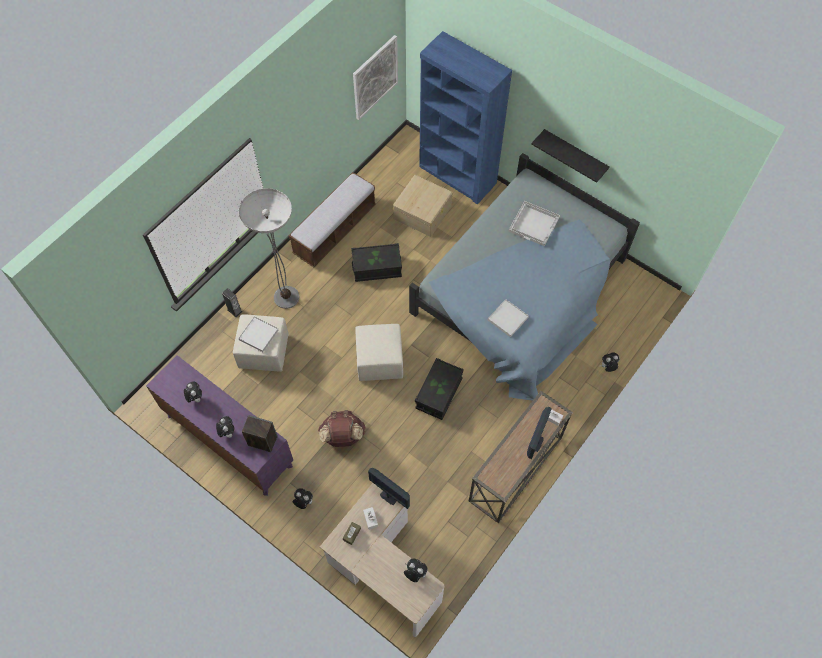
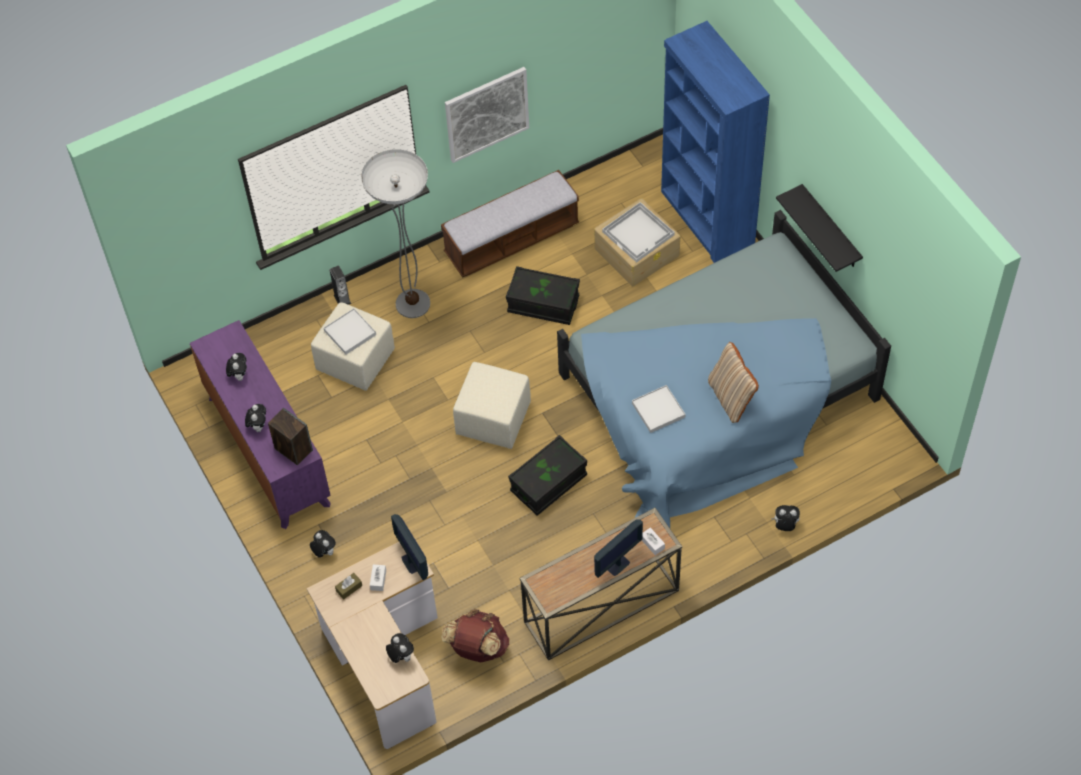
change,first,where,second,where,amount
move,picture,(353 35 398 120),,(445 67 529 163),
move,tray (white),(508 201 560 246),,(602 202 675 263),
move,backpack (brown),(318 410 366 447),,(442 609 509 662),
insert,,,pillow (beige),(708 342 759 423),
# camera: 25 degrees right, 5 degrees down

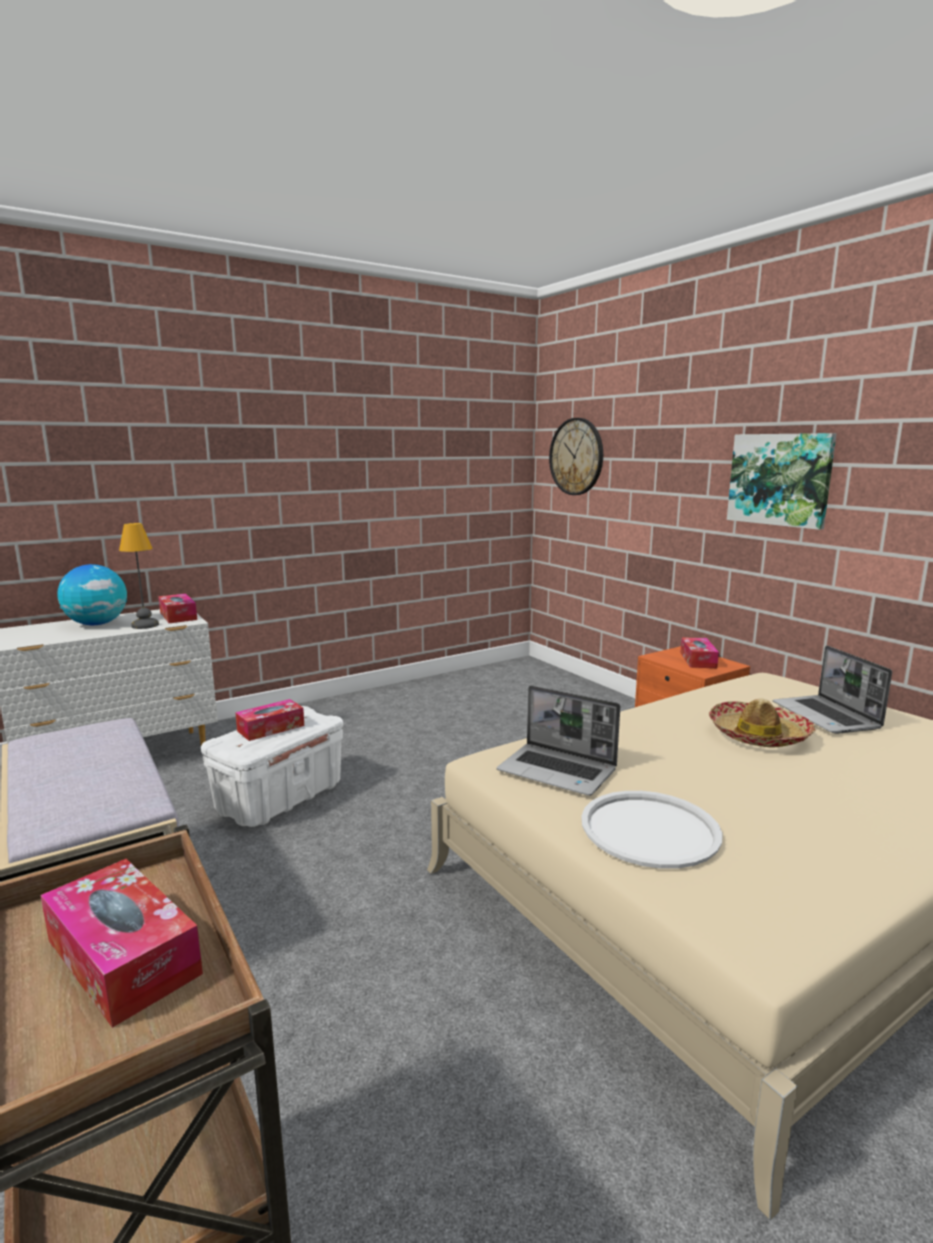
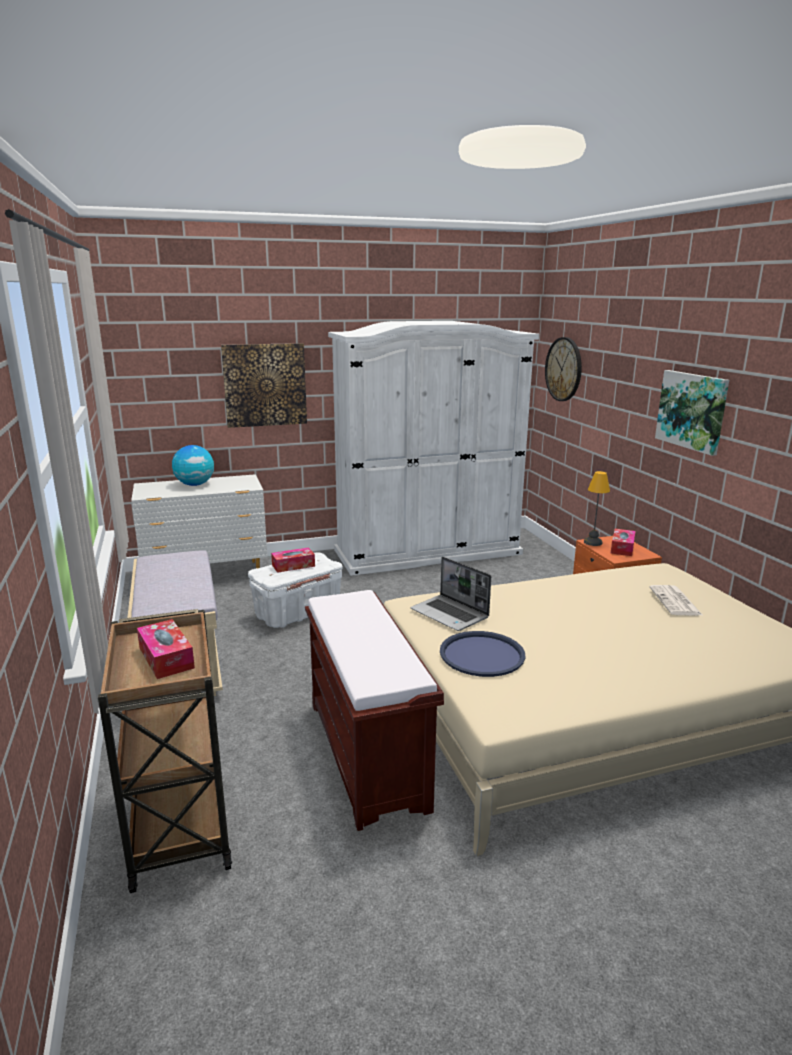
change,first,where,second,where,amount
move,table lamp,(119 523 159 629),,(584 471 610 546),
delete,tissue box,(158 594 197 623),,,
replace,laptop,(773 645 892 734),newspaper,(649 585 702 616),
delete,hat,(709 698 816 748),,,
recolor,tray (white),(581 791 722 869),tray (blue),(440 631 525 677),
insert,,,wardrobe (white),(328 321 539 576),
insert,,,picture,(221 343 307 428),
insert,,,bench (brown),(305 590 444 831),
# camera: 15 degrees right, 5 degrees up

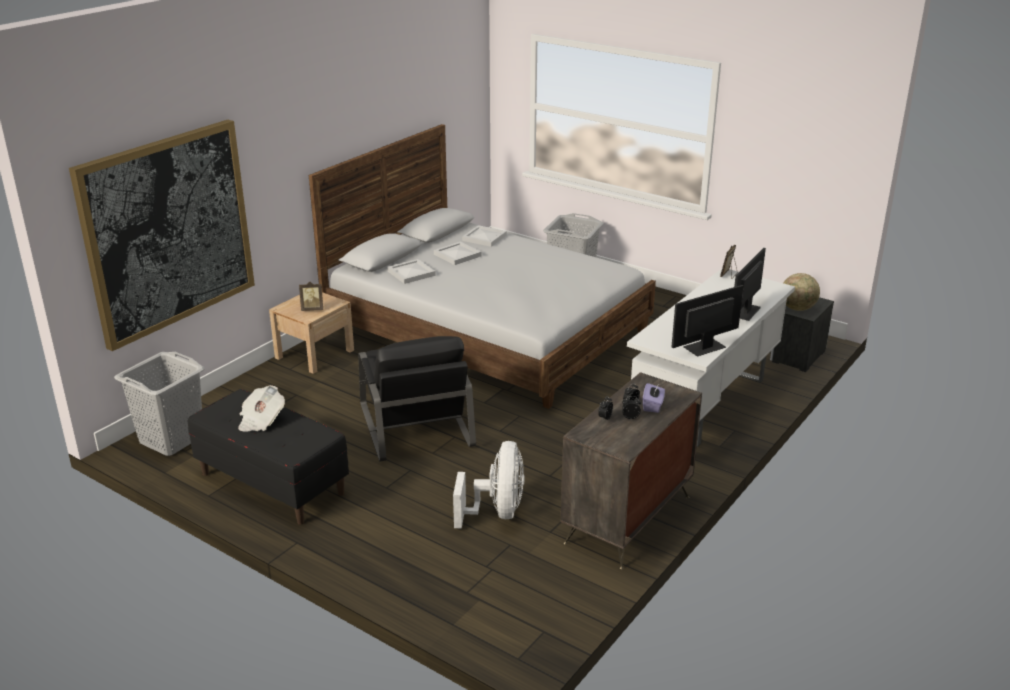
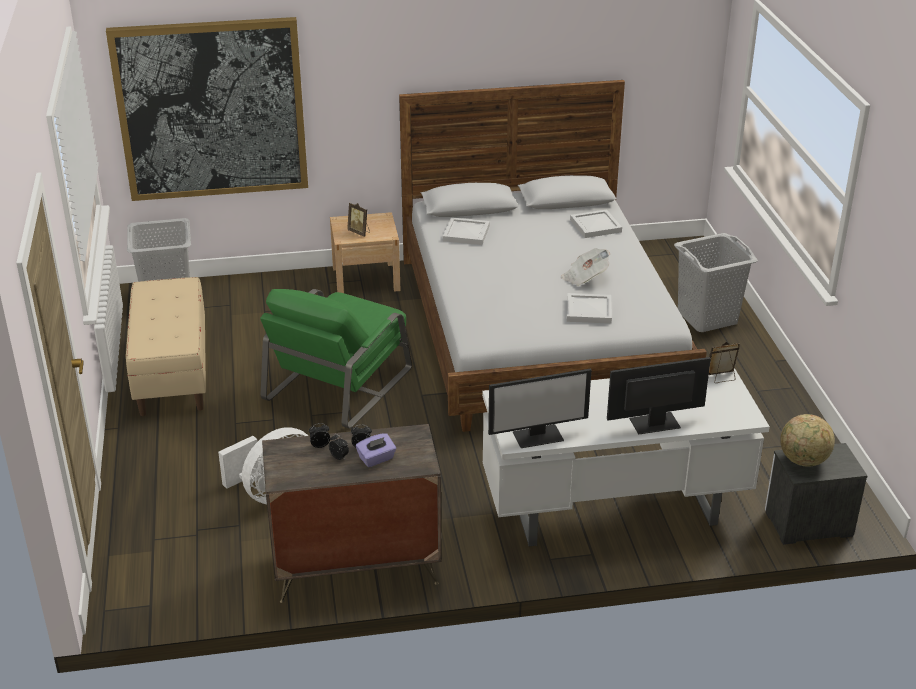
change,first,where,second,where,amount
move,tray (white),(434 242 482 265),,(567 293 612 324),
rotate,monitor,(671 285 744 357),,(488 369 591 448),150 degrees clockwise
recolor,armchair (black),(358 336 476 462),armchair (green),(260 289 412 429),
move,newspaper,(238 385 285 432),,(561 248 611 286),
recolor,bench (black),(188 389 349 525),bench (beige),(126 277 206 416),
# camera: 45 degrees right, 5 degrees up

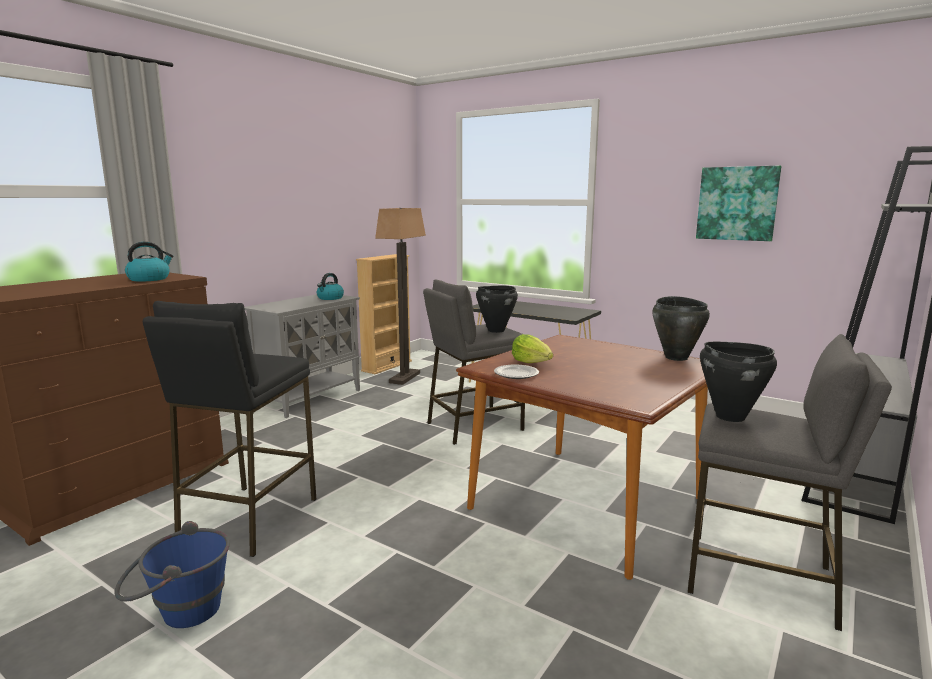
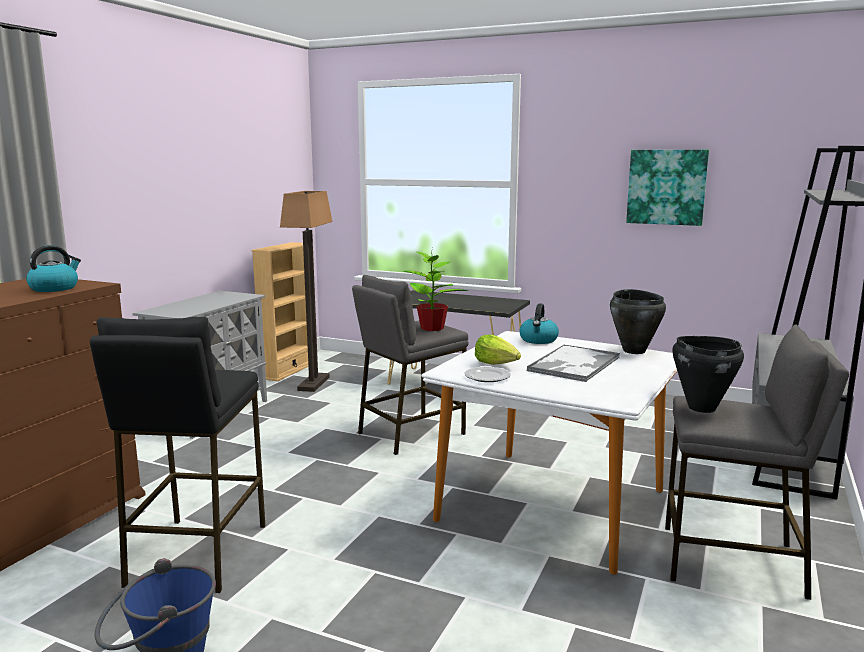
change,first,where,second,where,amount
move,kettle,(317 273 344 300),,(520 304 559 344),
replace,cooking pot (black),(476 286 518 333),potted plant,(403 248 468 331),
recolor,dining table (brown),(456 335 708 580),dining table (white),(421 331 677 575),
insert,,,tray,(526 345 620 382),
# camera: 10 degrees left, 0 degrees up

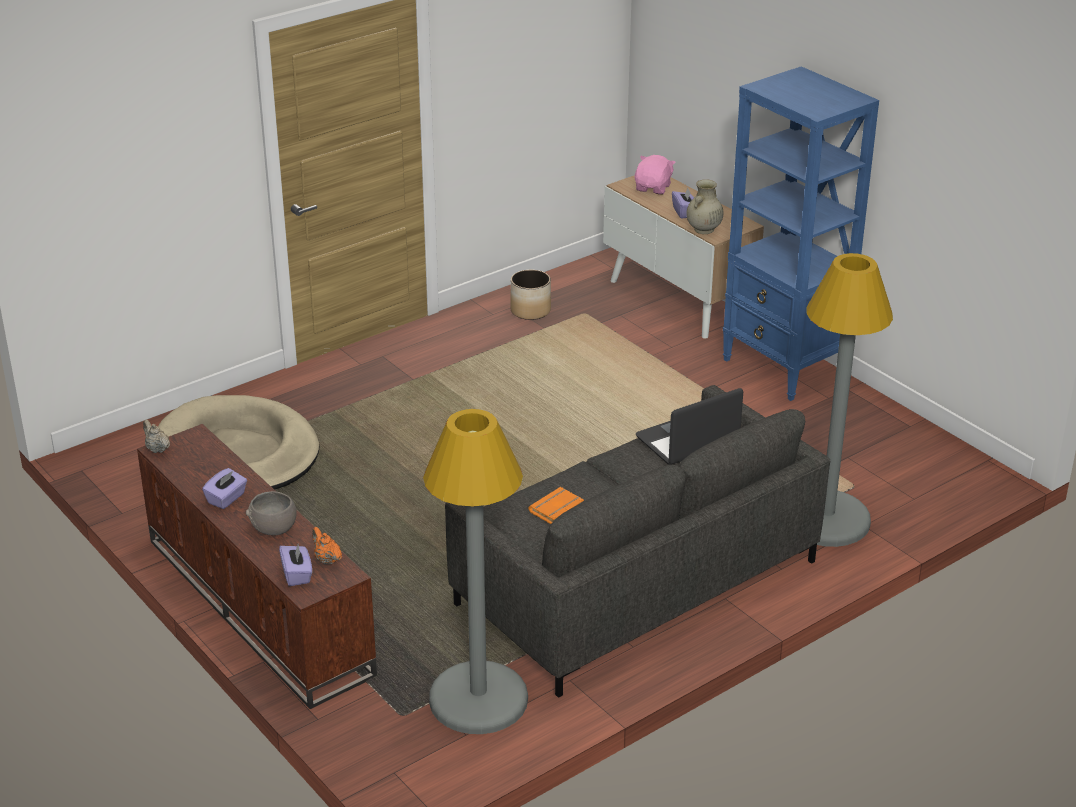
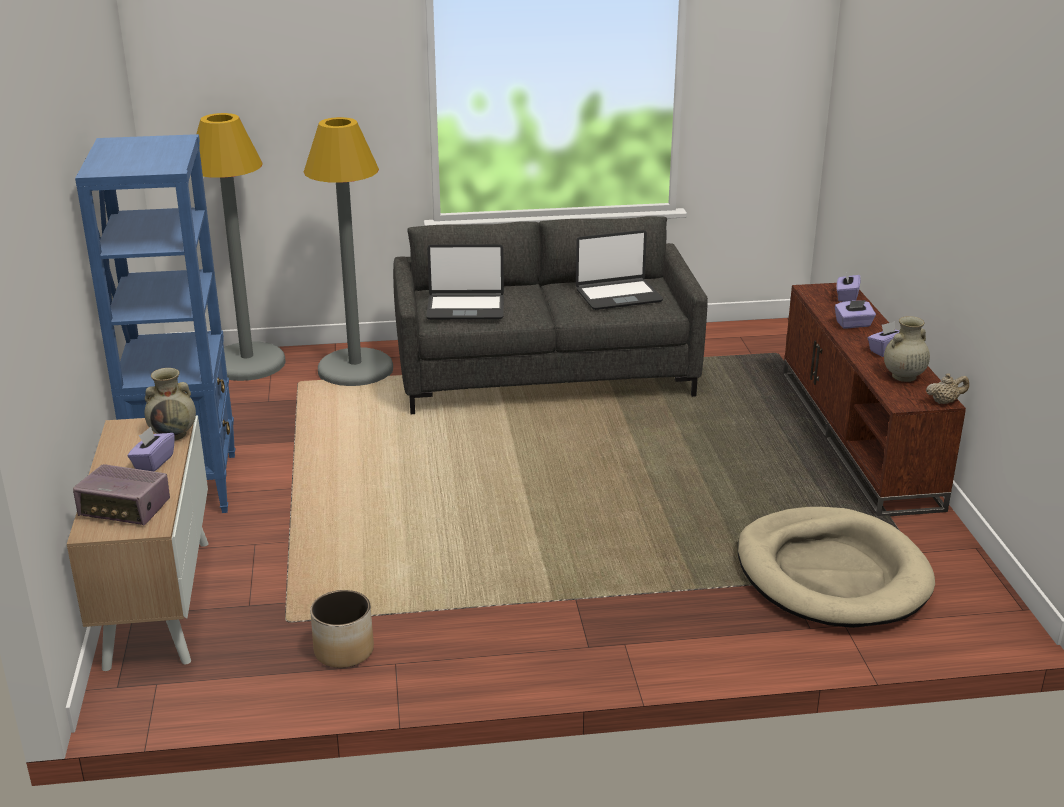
change,first,where,second,where,amount
replace,plush toy (pink),(635 155 676 195),radio,(73 464 170 526),
move,floor lamp (grey),(423 409 528 734),,(196 113 286 381),
rotate,teapot (beige),(143 420 170 453),,(926 373 969 404),90 degrees counterclockwise
replace,book (orange),(528 487 584 524),laptop,(576 230 663 310),
replace,bowl (grey),(246 491 297 535),tissue box (purple),(835 300 876 328),
delete,teapot (orange),(312 527 342 564),,,
insert,,,vase (beige),(884 316 930 382),
# camera: 150 degrees left, 5 degrees down

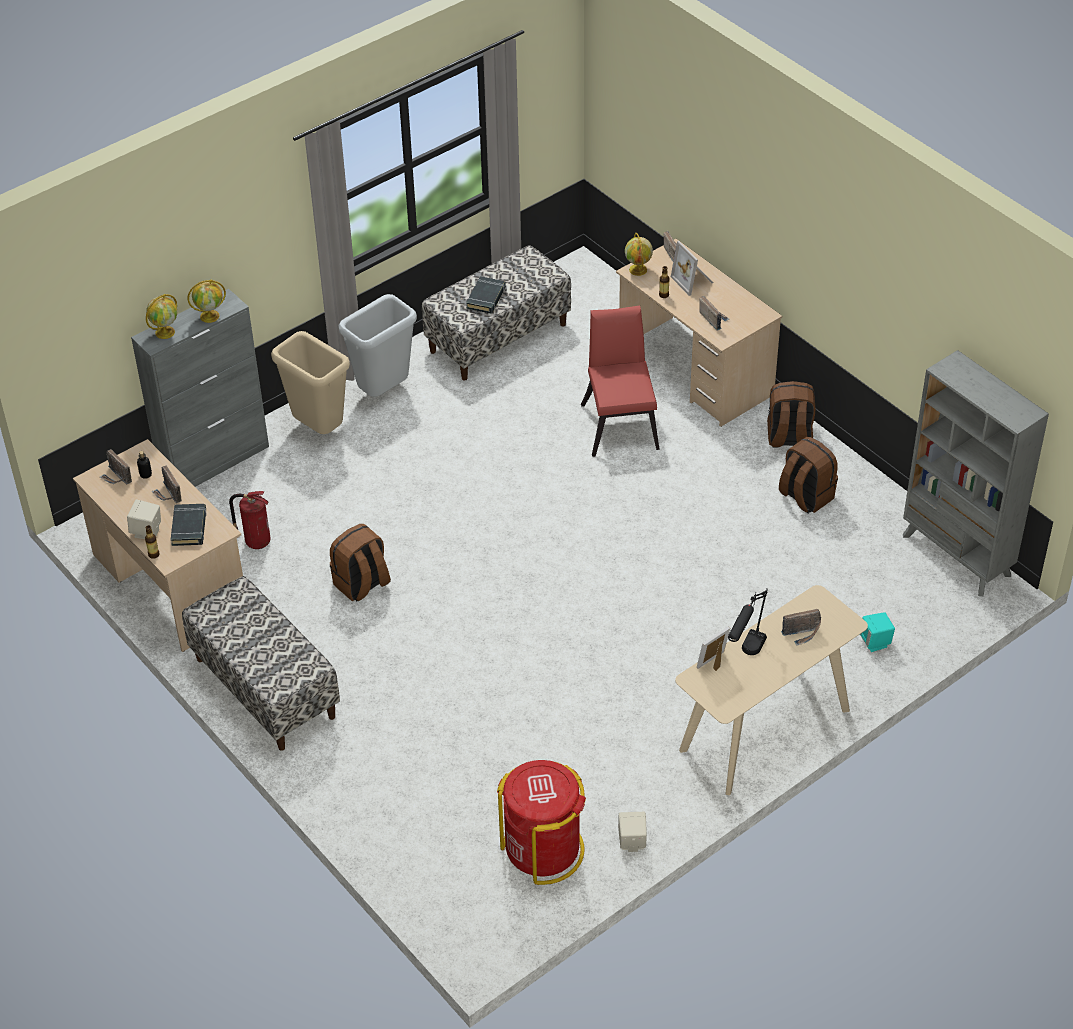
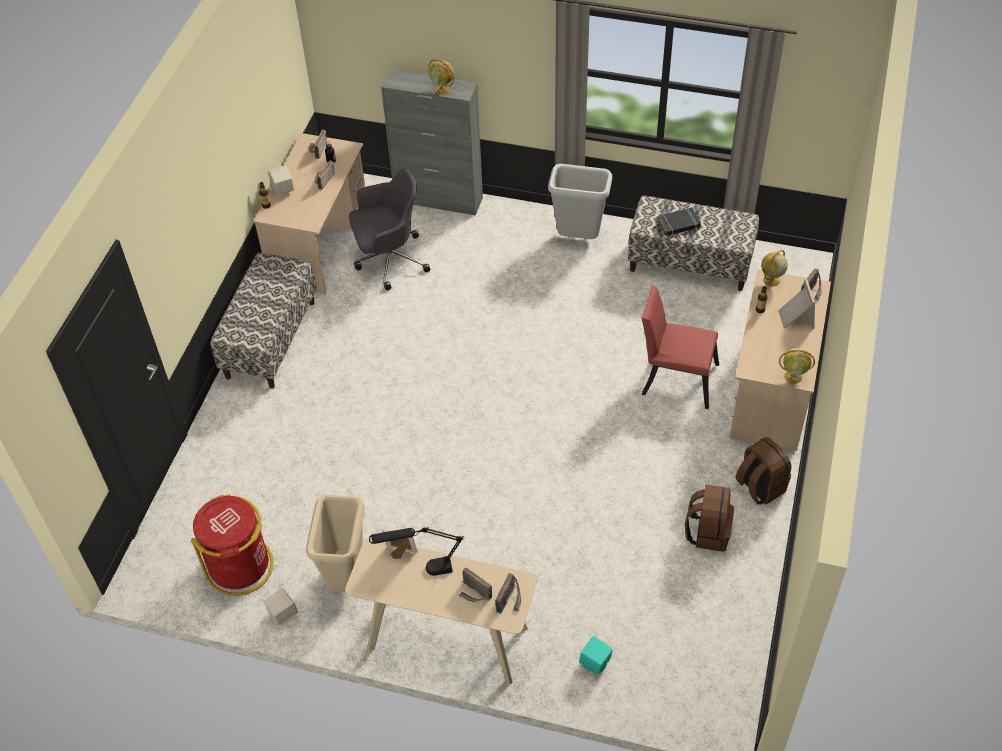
change,first,where,second,where,amount
rotate,picture frame,(671 241 713 296),,(778 278 815 329),150 degrees clockwise
move,globe,(146 294 177 339),,(779 348 815 384),
move,radio,(699 296 729 331),,(495 573 521 614),
rotate,chair (red),(581 305 660 457),,(642 285 719 409),120 degrees counterclockwise
move,trash can (beige),(271 331 350 434),,(306 495 365 592),
delete,bookcase (grey),(903 350 1049 596),,,
replace,fire extinguisher,(229 491 271 549),office chair (grey),(349 169 430 290),
delete,book (black),(171 504 207 546),,,
delete,backpack (brown),(330 524 391 602),,,
# camera: 55 degrees right, 5 degrees up

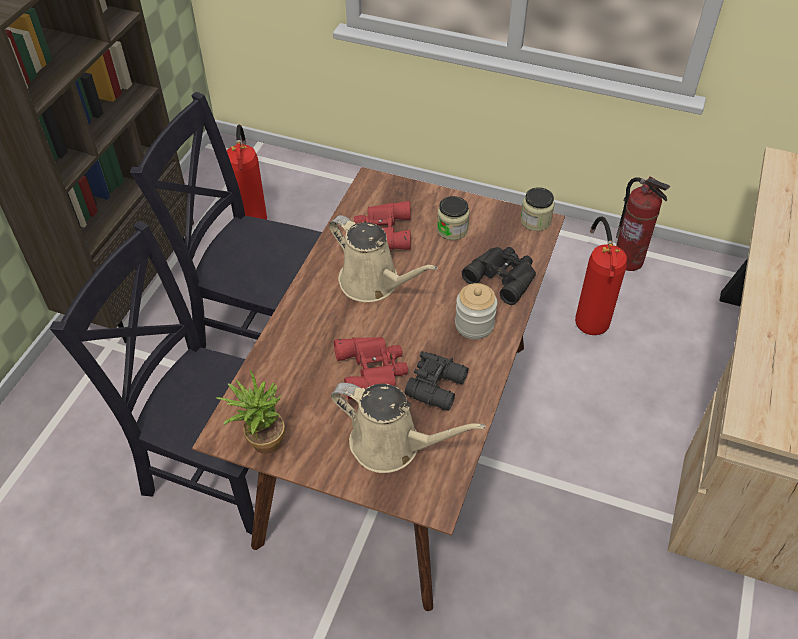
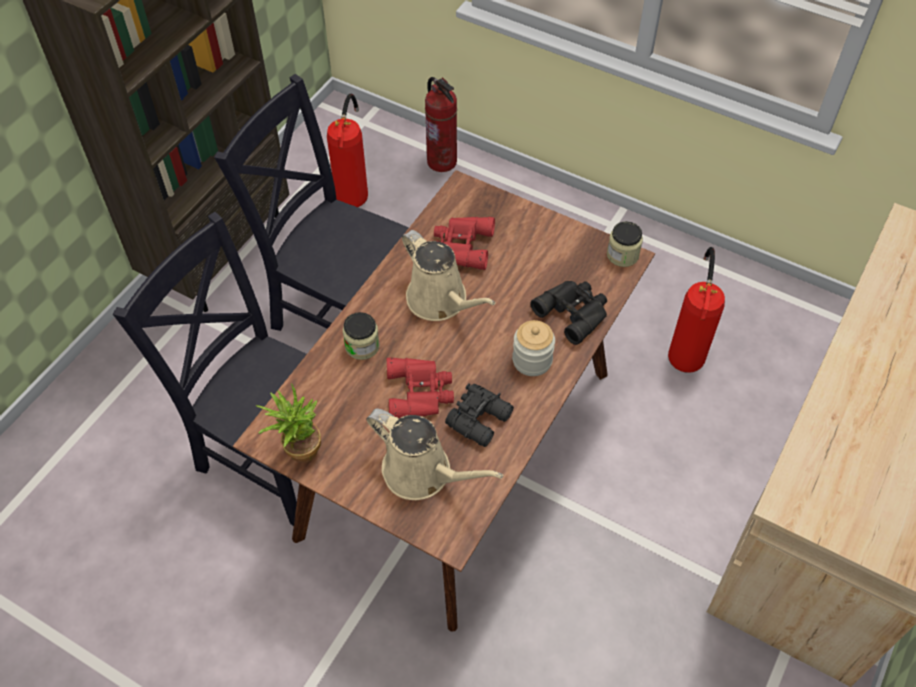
change,first,where,second,where,amount
move,fire extinguisher,(616 177 670 271),,(425 77 457 172),
move,jar,(437 196 469 240),,(343 312 380 360),
# camera: 10 degrees right, 5 degrees up

